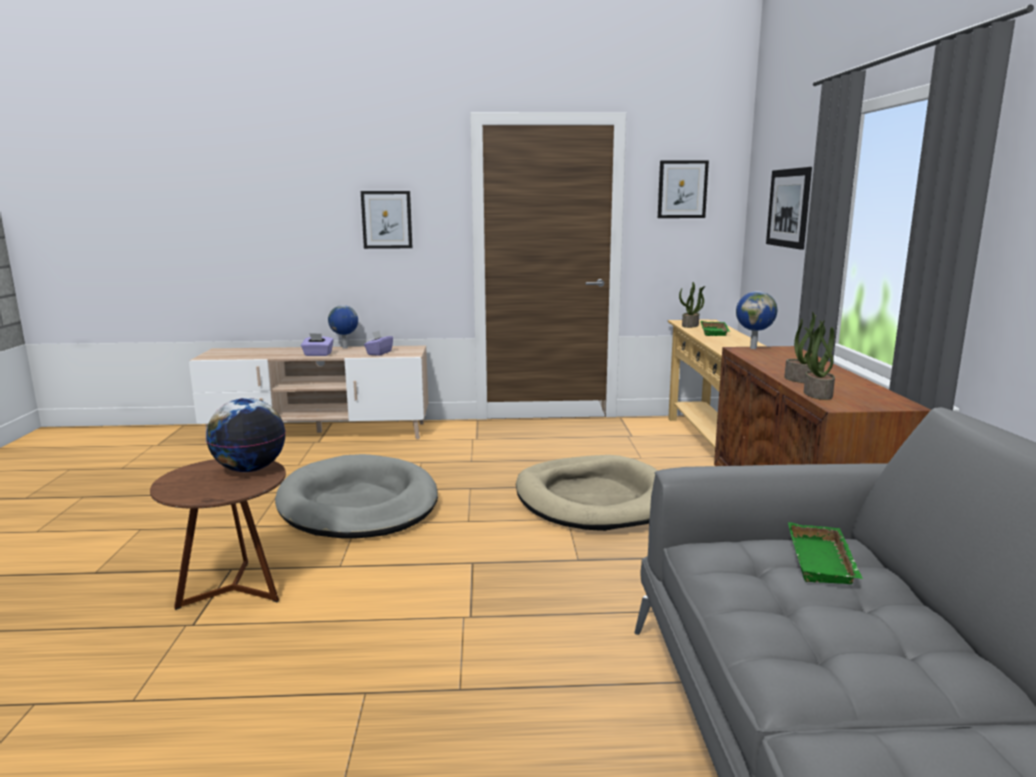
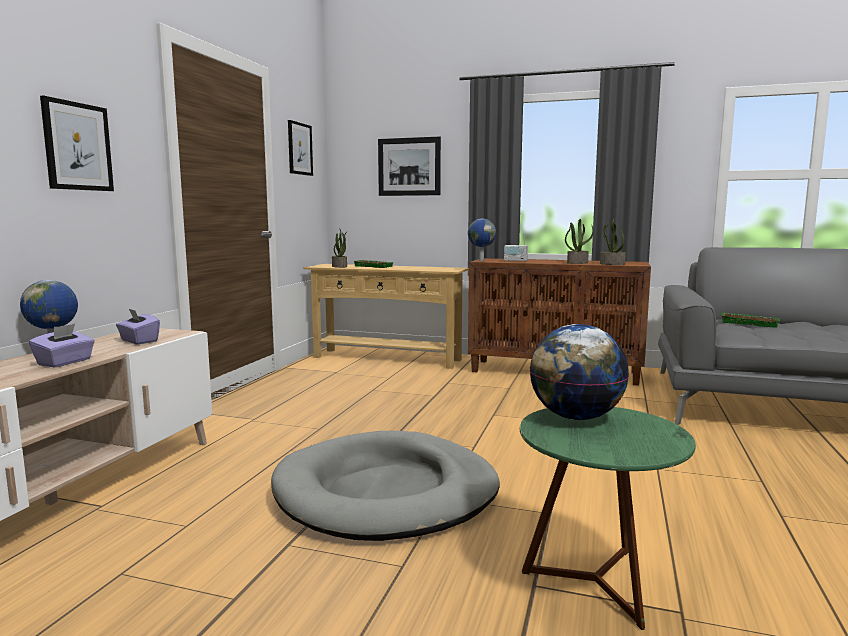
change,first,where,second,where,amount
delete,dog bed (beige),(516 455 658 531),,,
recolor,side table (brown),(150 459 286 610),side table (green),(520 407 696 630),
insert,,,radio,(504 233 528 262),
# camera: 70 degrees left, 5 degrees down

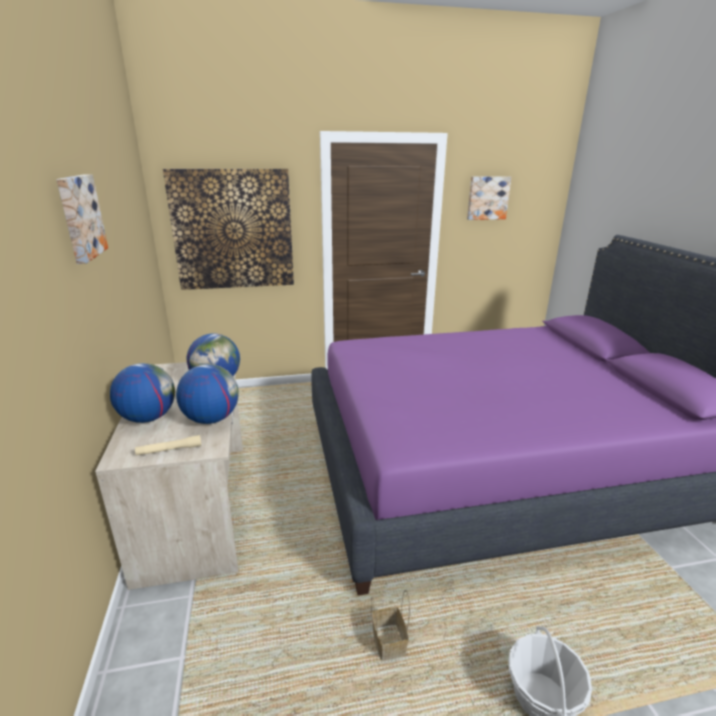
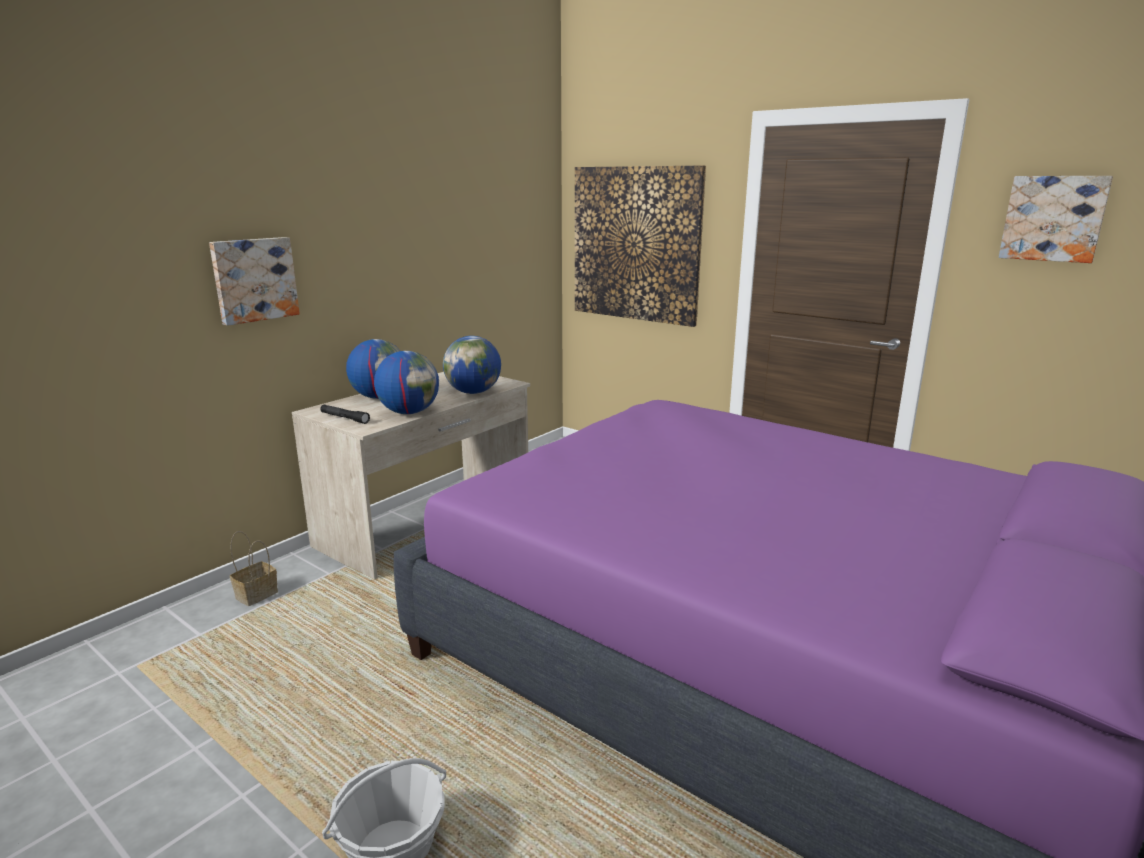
change,first,where,second,where,amount
move,picture,(56 174 108 264),,(209 237 300 326),
recolor,flashlight (beige),(135 435 201 456),flashlight (black),(320 405 370 424),
move,basket,(371 590 410 661),,(230 531 278 606),
# camera: 50 degrees right, 5 degrees down

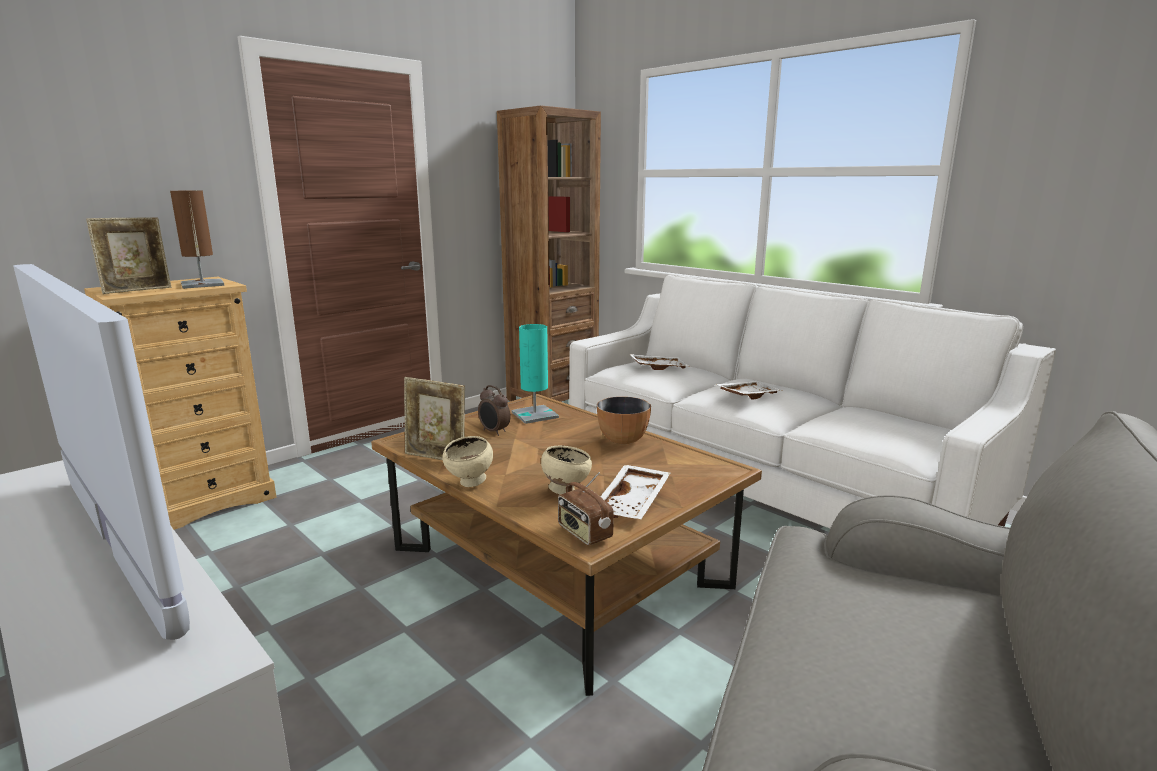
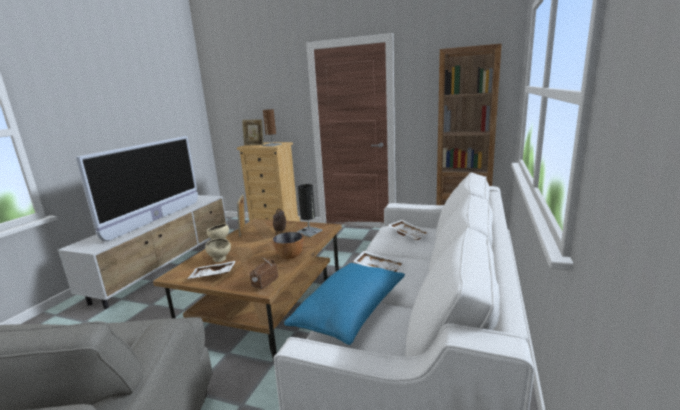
change,first,where,second,where,amount
recolor,table lamp (turquoise),(512 324 559 424),table lamp (black),(297 184 323 237),
move,radio,(558 472 614 545),,(250 257 278 289),
insert,,,pillow (blue),(284 263 405 345),
# camera: 65 degrees right, 0 degrees up

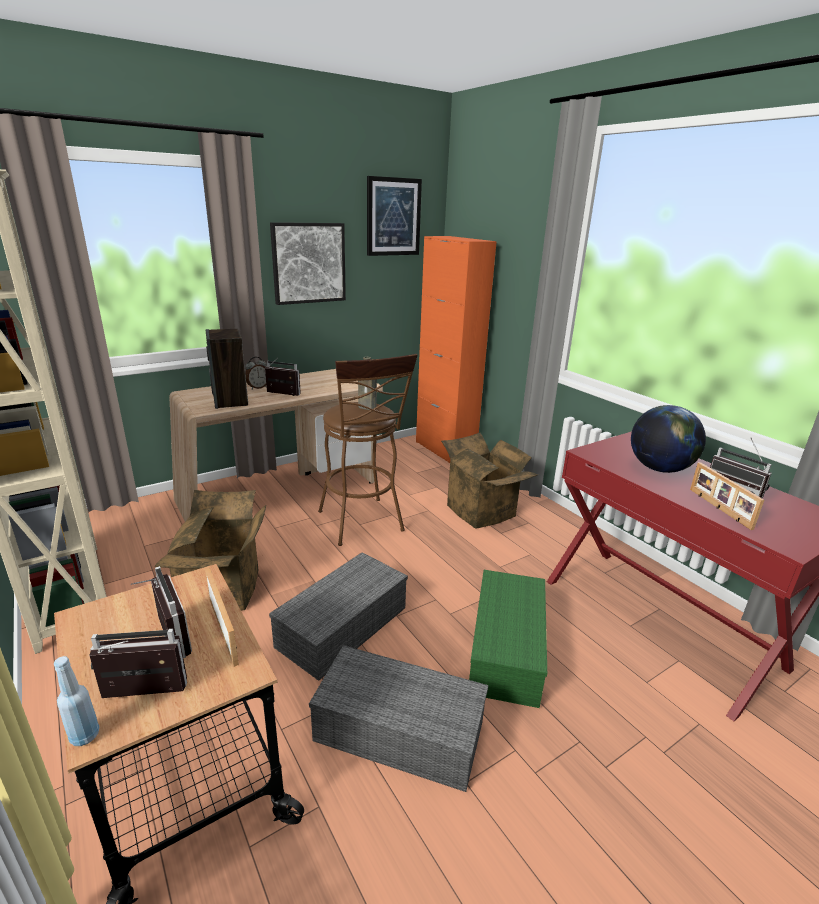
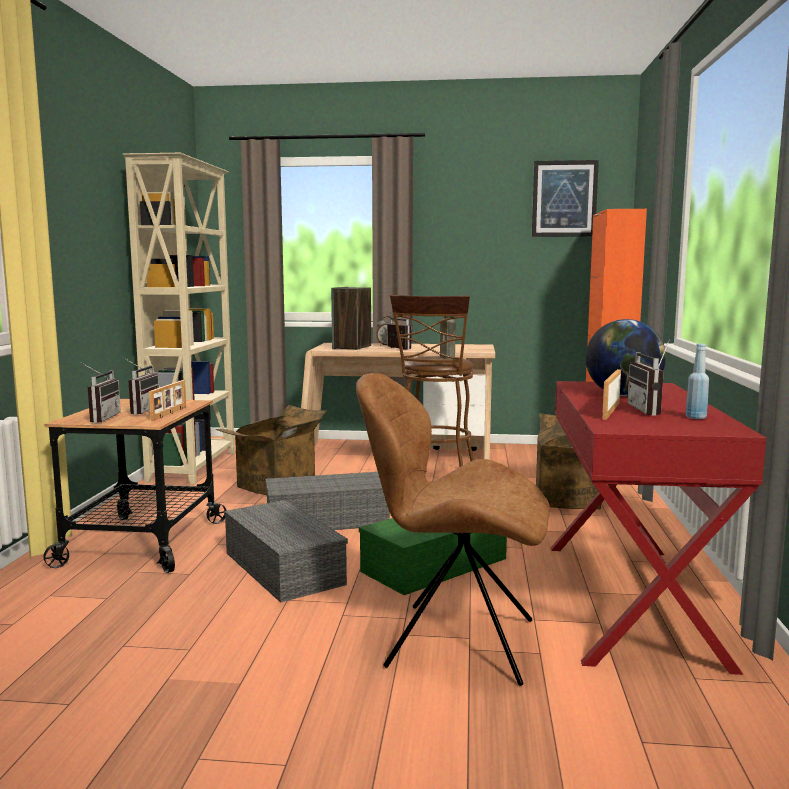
change,first,where,second,where,amount
delete,picture,(270 222 346 305),,,
rotate,radio,(89 629 187 698),,(80 362 121 423),60 degrees clockwise
move,bottle (blue),(54 656 99 746),,(686 344 709 419),
insert,,,chair (brown),(356 373 550 686),
# camera: 40 degrees right, 15 degrees down

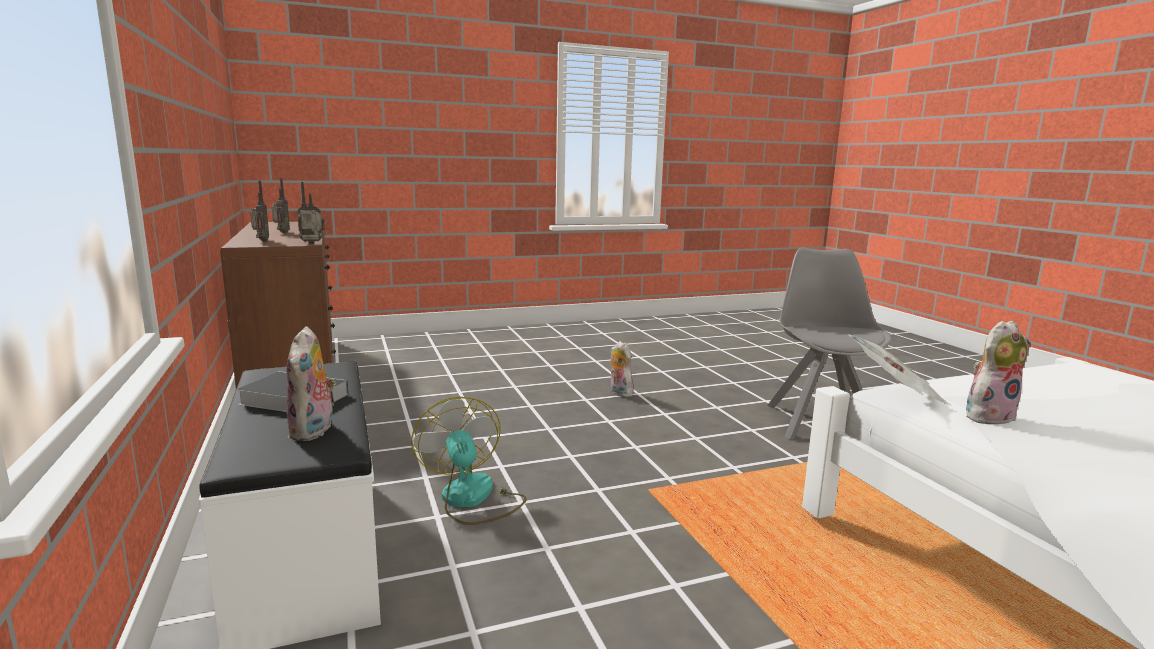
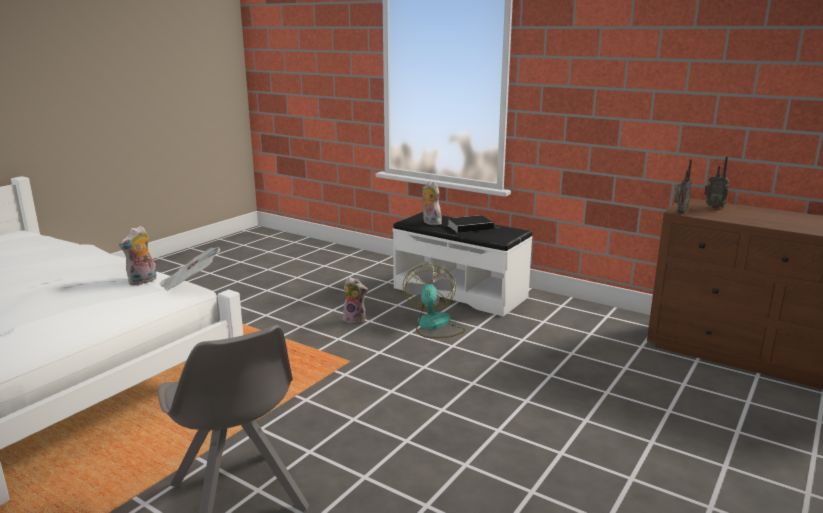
change,first,where,second,where,amount
delete,radio,(272 178 290 233),,,
move,plush toy,(610 341 633 397),,(343 277 368 324),
rotate,fan,(411 397 527 525),,(403 264 465 338),120 degrees counterclockwise
# camera: 145 degrees right, 5 degrees up

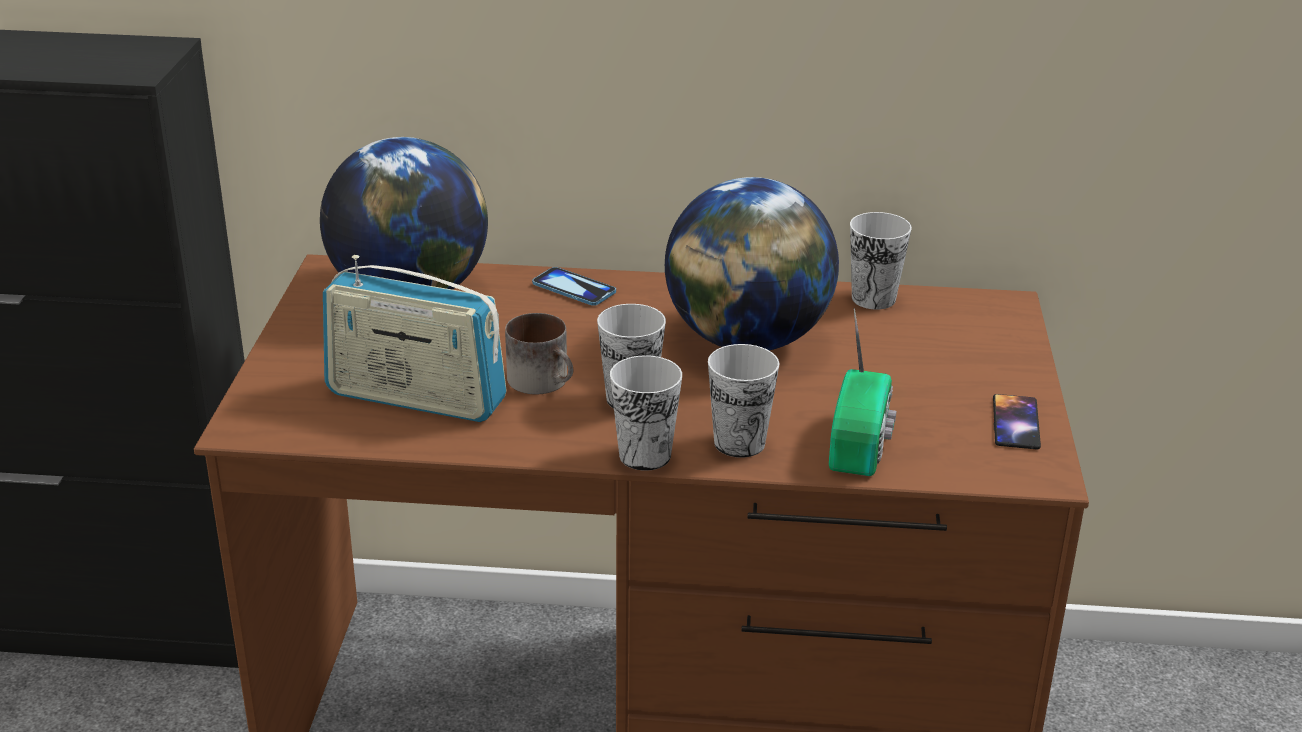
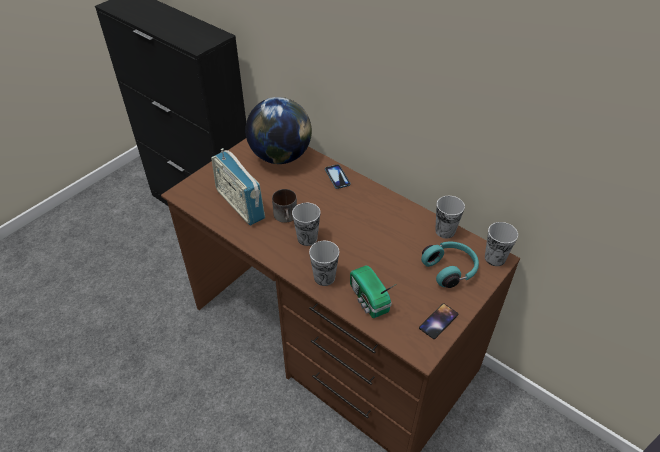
change,first,where,second,where,amount
delete,globe,(665 177 839 351),,,
rotate,radio,(829 308 896 476),,(350 266 396 318),105 degrees clockwise
move,cup,(610 355 682 471),,(485 222 518 266),
insert,,,headphones (turquoise),(421 242 479 288),
# camera: 35 degrees right, 15 degrees up

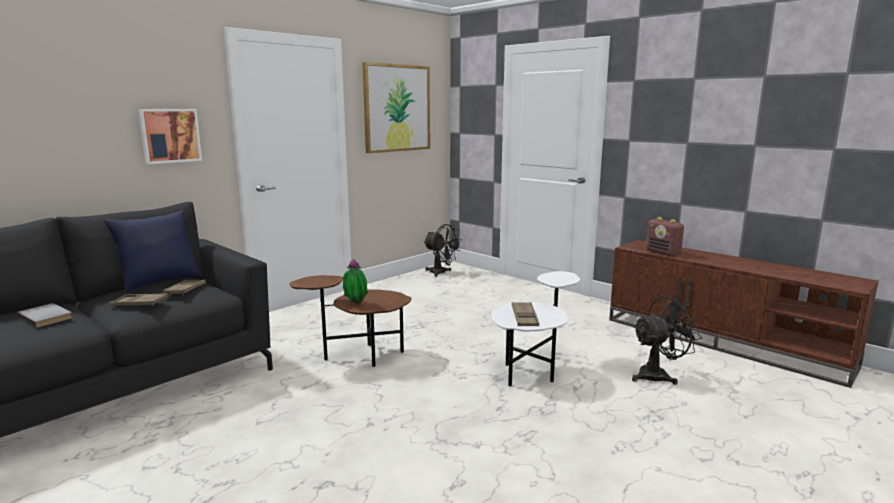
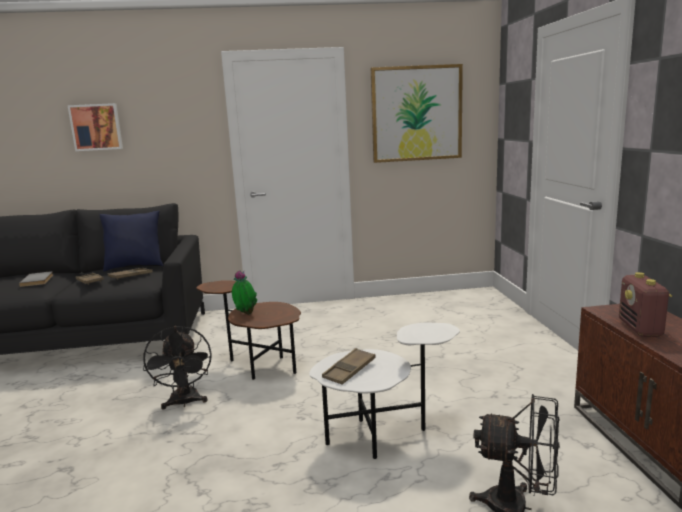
change,first,where,second,where,amount
move,picture,(138 109 202 164),,(67 103 123 151),
move,fan (black),(423 224 462 277),,(143 326 212 410),
# camera: 40 degrees right, 0 degrees up

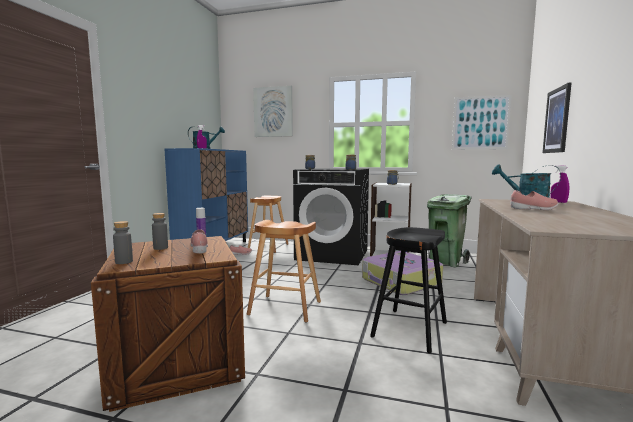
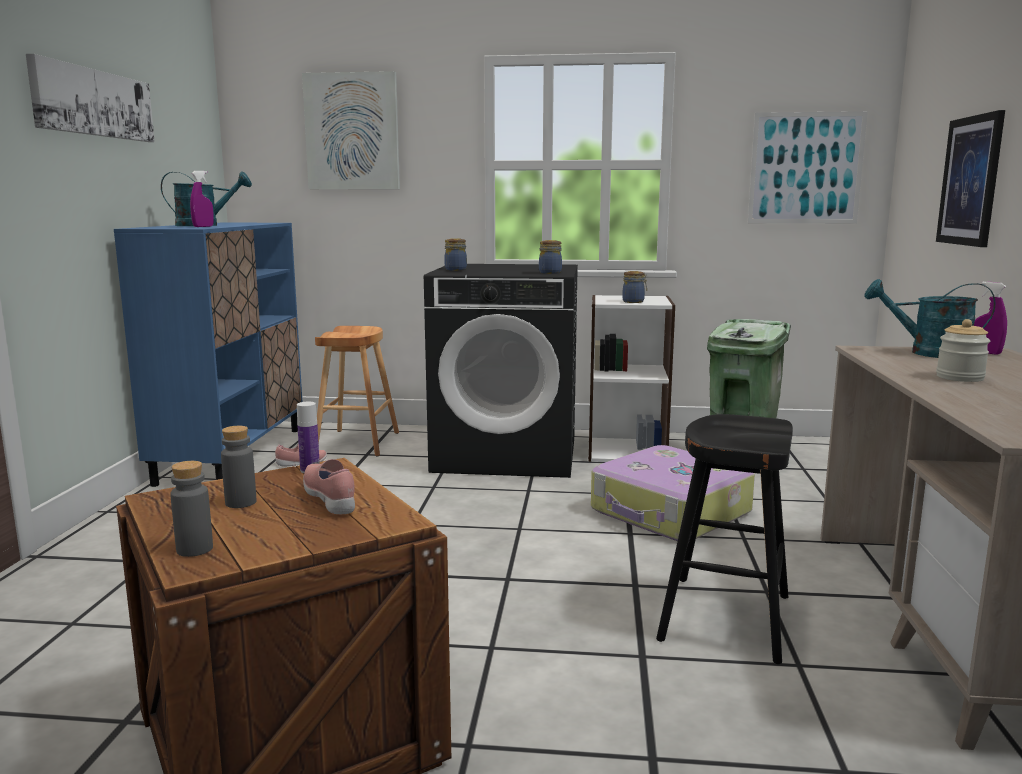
change,first,where,second,where,amount
replace,shoe (pink),(510 190 558 210),jar,(936 319 990 382),
delete,stool (brown),(247 220 321 322),,,
insert,,,picture,(26 54 155 142),
# camera: 10 degrees left, 5 degrees up

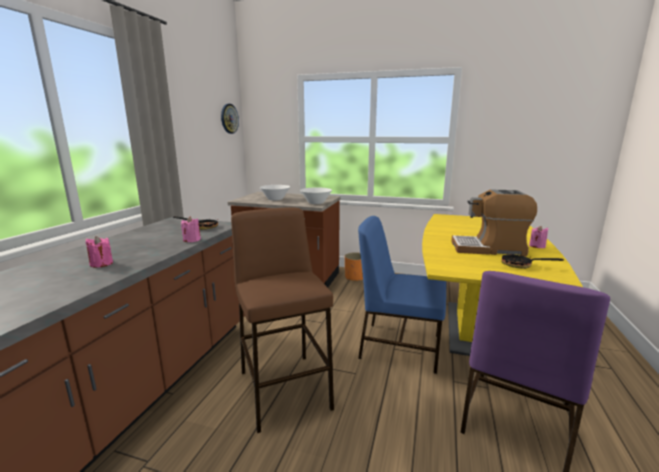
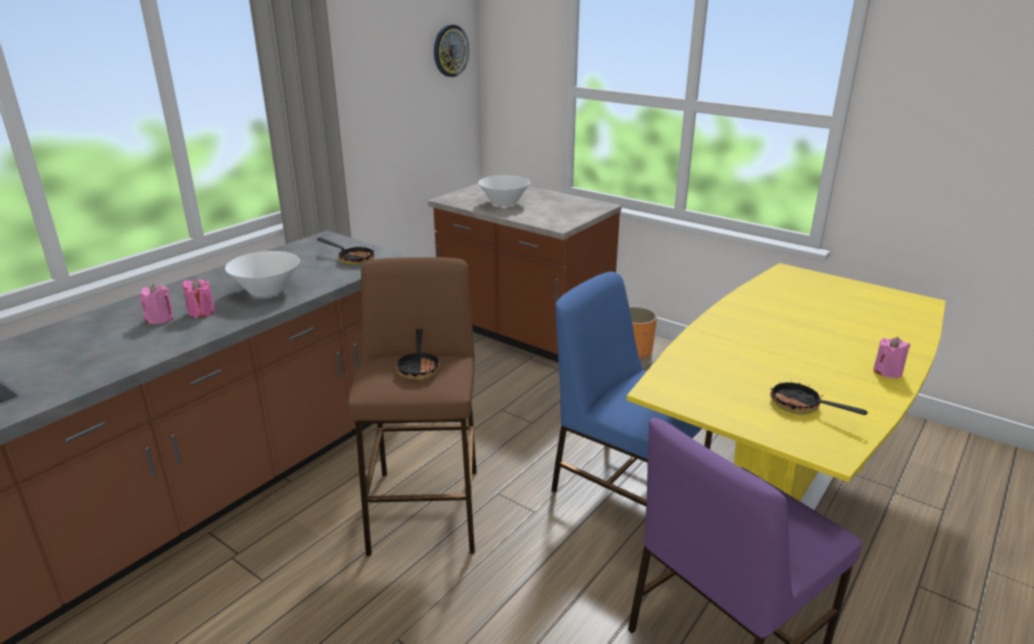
change,first,where,second,where,amount
move,bowl (white),(300 188 332 204),,(225 251 300 297),
delete,coffee machine,(451 190 537 256),,,
move,candle (pink),(181 216 201 242),,(139 284 174 324),
insert,,,frying pan,(396 329 440 380),
# camera: 20 degrees right, 10 degrees up

